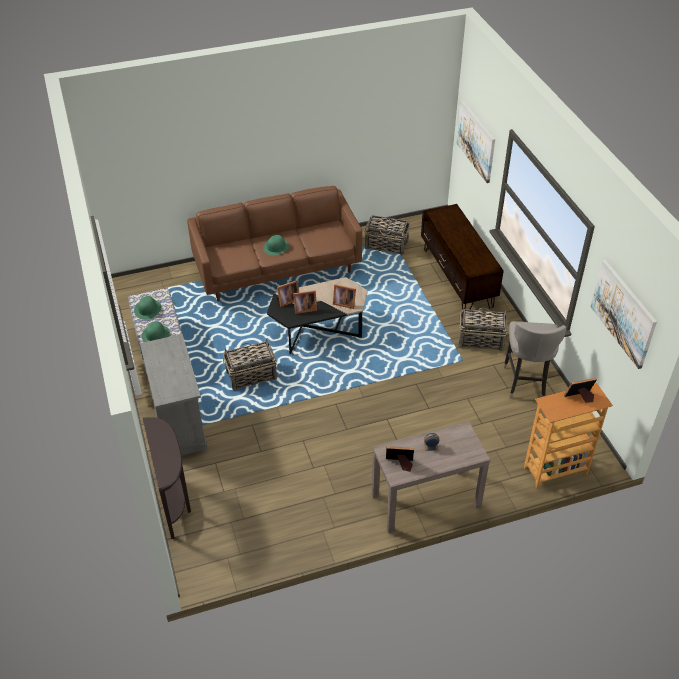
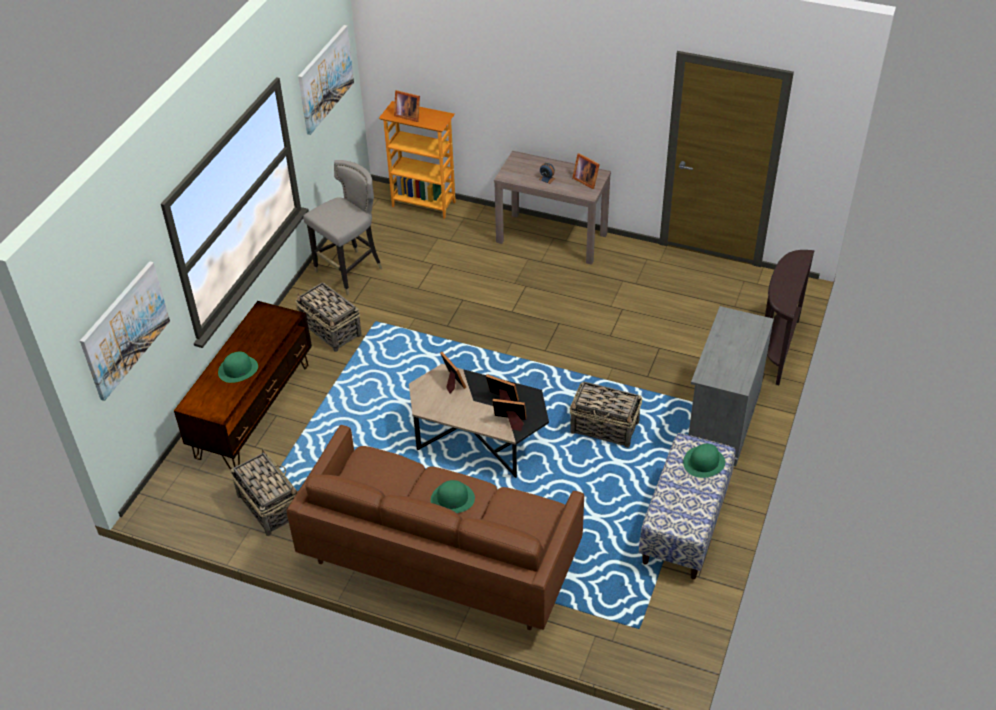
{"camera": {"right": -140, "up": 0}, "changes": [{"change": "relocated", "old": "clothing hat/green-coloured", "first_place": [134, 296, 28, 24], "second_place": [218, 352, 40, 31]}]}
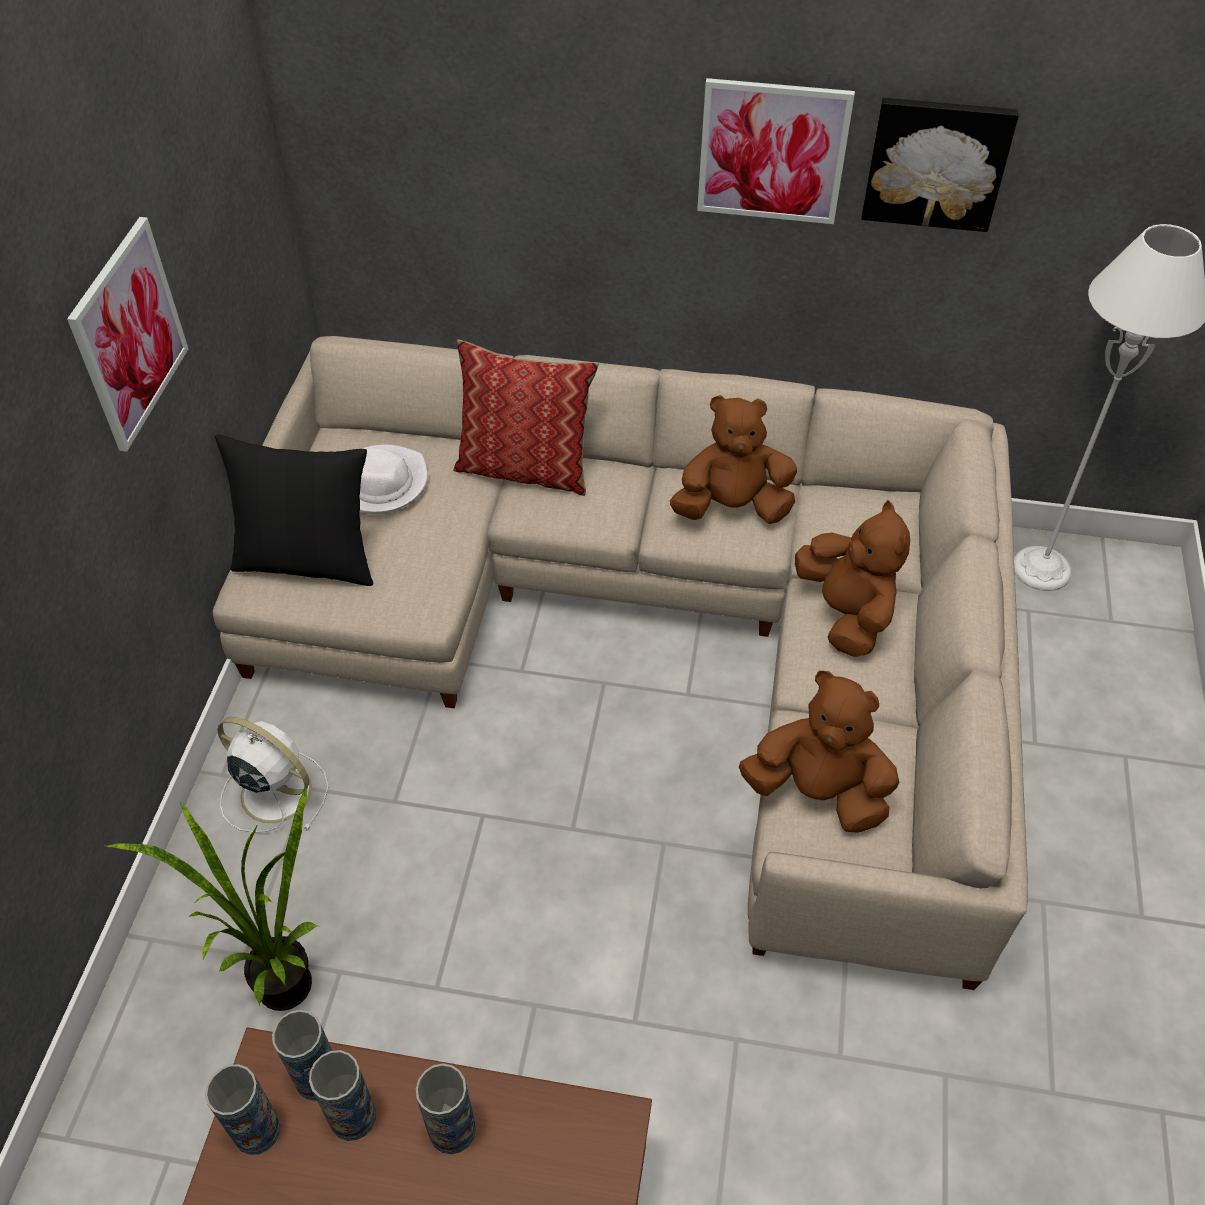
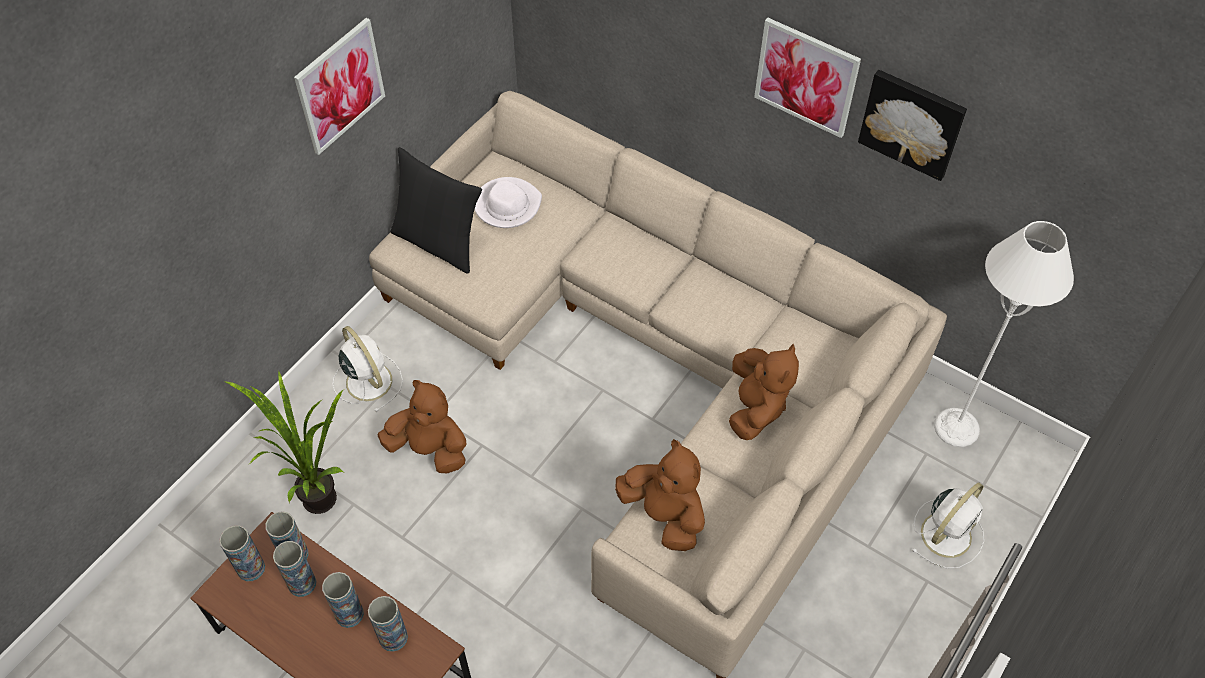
{"camera": {"right": 25, "up": 5}, "changes": [{"change": "appeared", "new": "vase", "second_place": [368, 596, 40, 56]}, {"change": "relocated", "old": "cuddly toy/brownish", "first_place": [670, 395, 127, 129], "second_place": [378, 380, 88, 93]}, {"change": "appeared", "new": "cooling fan/whitish", "second_place": [911, 482, 73, 86]}, {"change": "missing", "old": "throw pillow", "first_place": [453, 340, 146, 156]}]}
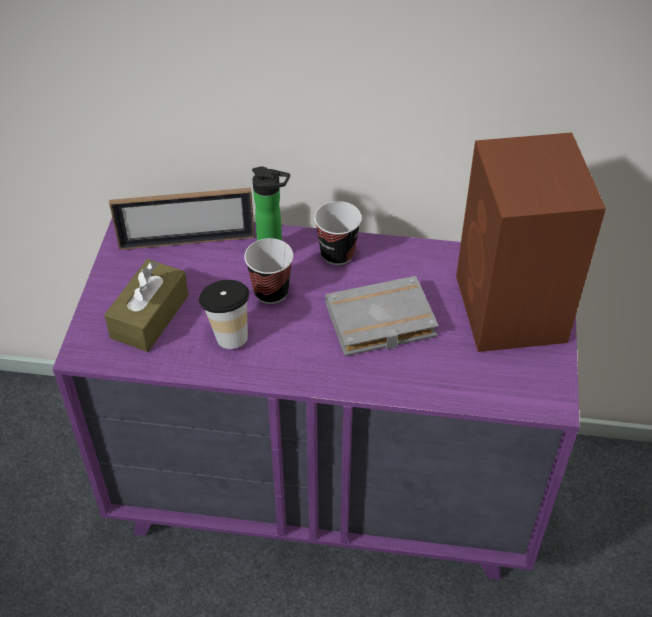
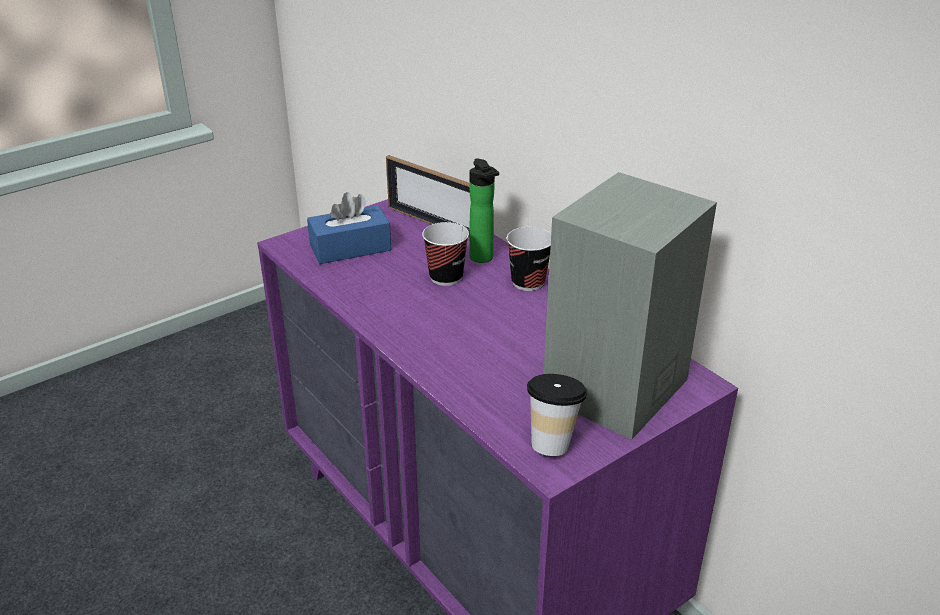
{"camera": {"right": 45, "up": -15}, "changes": [{"change": "colour", "old": "box of tissues/brownish", "new": "box of tissues/bluish", "first_place": [104, 259, 85, 93], "second_place": [307, 192, 84, 72]}, {"change": "relocated", "old": "cup", "first_place": [199, 280, 50, 69], "second_place": [527, 374, 60, 82]}, {"change": "colour", "old": "loudspeaker/brownish", "new": "loudspeaker/grey", "first_place": [456, 132, 150, 220], "second_place": [543, 172, 174, 268]}, {"change": "missing", "old": "book/grey", "first_place": [325, 276, 114, 80]}]}
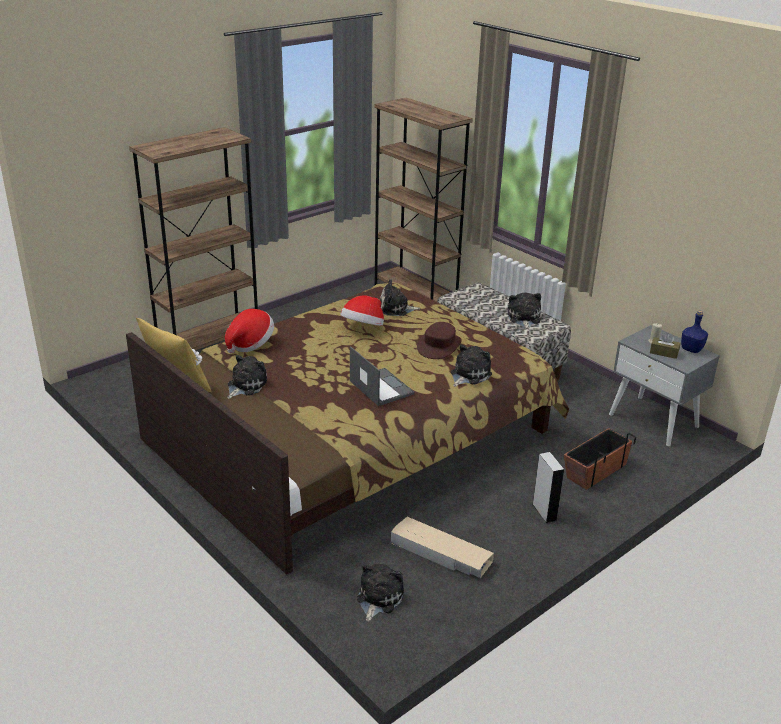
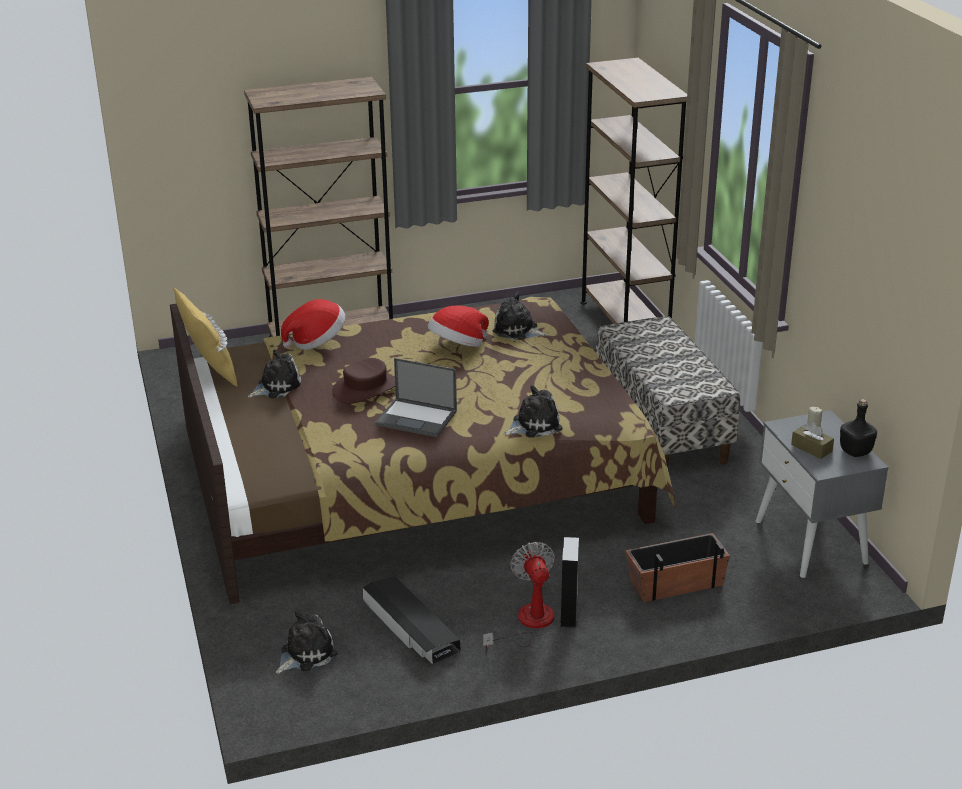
{"camera": {"right": 25, "up": 0}, "changes": [{"change": "relocated", "old": "clothing hat/brownish", "first_place": [417, 322, 45, 37], "second_place": [332, 358, 63, 46]}, {"change": "colour", "old": "storage container/sand-coloured", "new": "storage container/black", "first_place": [390, 517, 104, 61], "second_place": [362, 576, 99, 88]}, {"change": "spun", "old": "laptop", "first_place": [350, 346, 65, 60], "second_place": [375, 358, 82, 79], "degrees": 120}, {"change": "appeared", "new": "cooling fan", "second_place": [483, 542, 72, 112]}, {"change": "colour", "old": "bottle/bluish", "new": "bottle/black", "first_place": [681, 311, 27, 42], "second_place": [840, 399, 37, 58]}, {"change": "missing", "old": "cuddly toy", "first_place": [508, 293, 33, 37]}]}
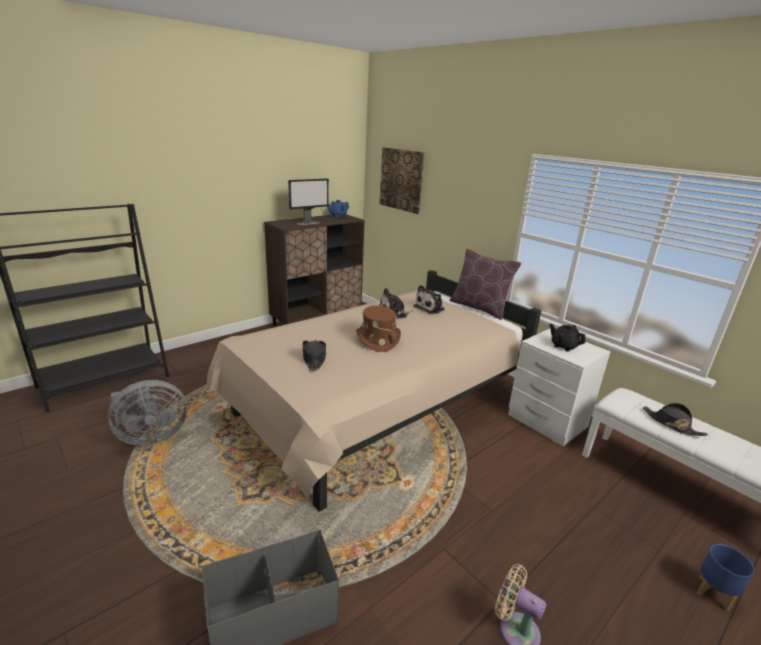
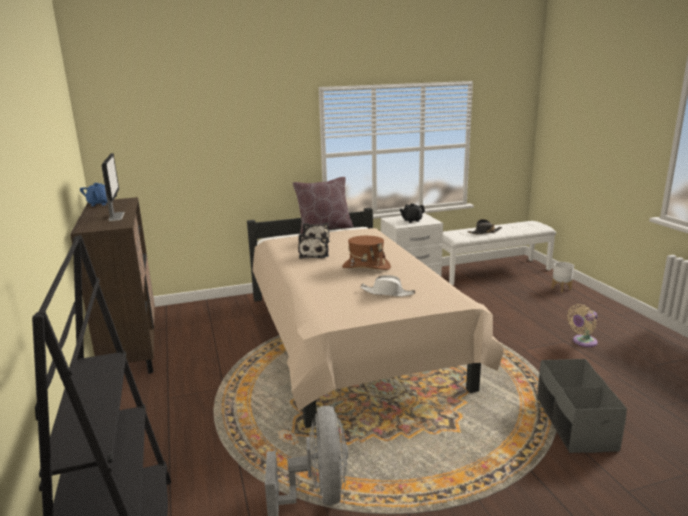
{"camera": {"right": -65, "up": -5}, "changes": [{"change": "colour", "old": "clothing hat/black", "new": "clothing hat/whitish", "first_place": [302, 340, 25, 31], "second_place": [360, 275, 55, 22]}, {"change": "colour", "old": "planter/bluish", "new": "planter/whitish", "first_place": [697, 544, 57, 67], "second_place": [551, 262, 23, 31]}, {"change": "missing", "old": "wall art", "first_place": [380, 147, 45, 67]}]}
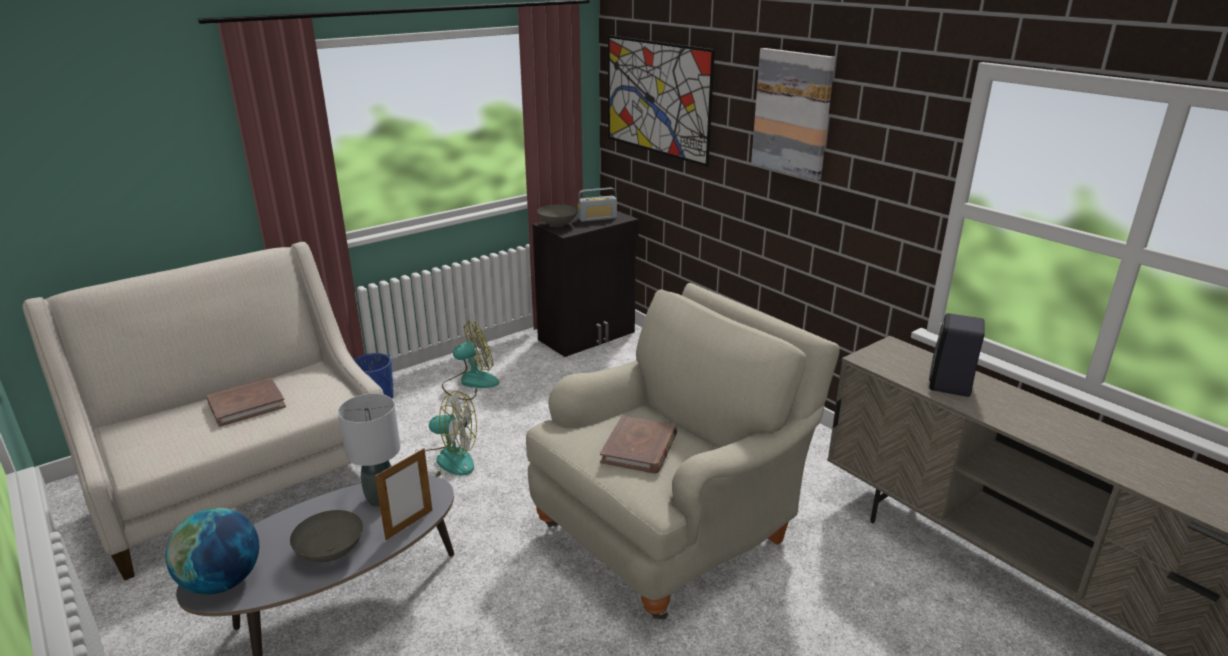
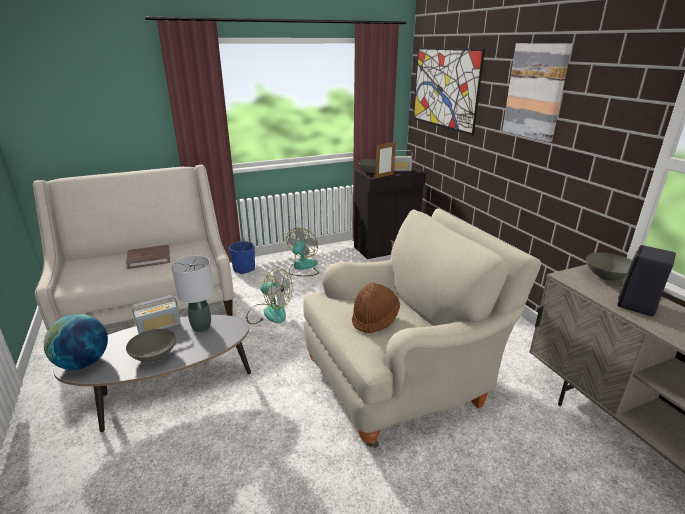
{"camera": {"right": 15, "up": 0}, "changes": [{"change": "appeared", "new": "radio", "second_place": [132, 295, 49, 39]}, {"change": "spun", "old": "cooling fan", "first_place": [442, 321, 57, 79], "second_place": [286, 228, 33, 48], "degrees": -60}, {"change": "exchanged", "old": "book/brownish", "new": "clothing hat/brownish", "first_place": [600, 415, 77, 59], "second_place": [352, 282, 48, 52]}, {"change": "relocated", "old": "photo frame", "first_place": [375, 448, 58, 92], "second_place": [375, 142, 21, 36]}, {"change": "appeared", "new": "serving bowl/grey", "second_place": [586, 252, 46, 29]}]}
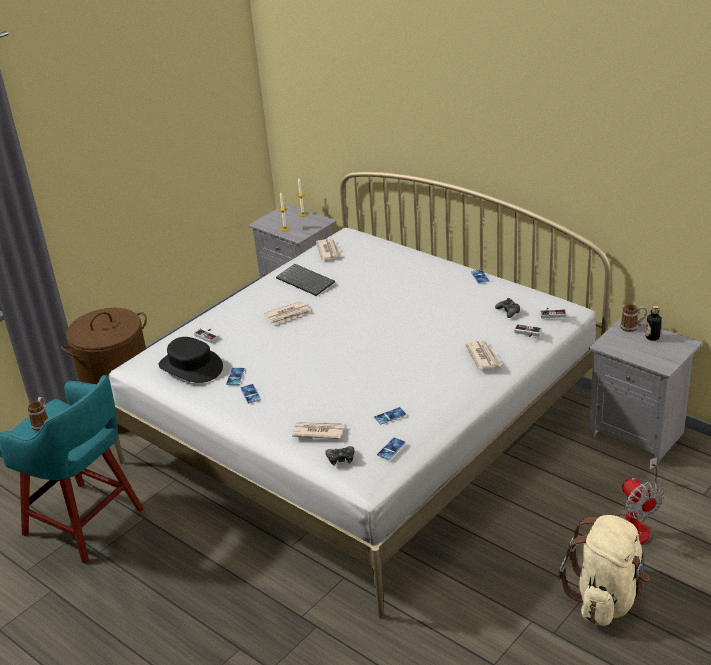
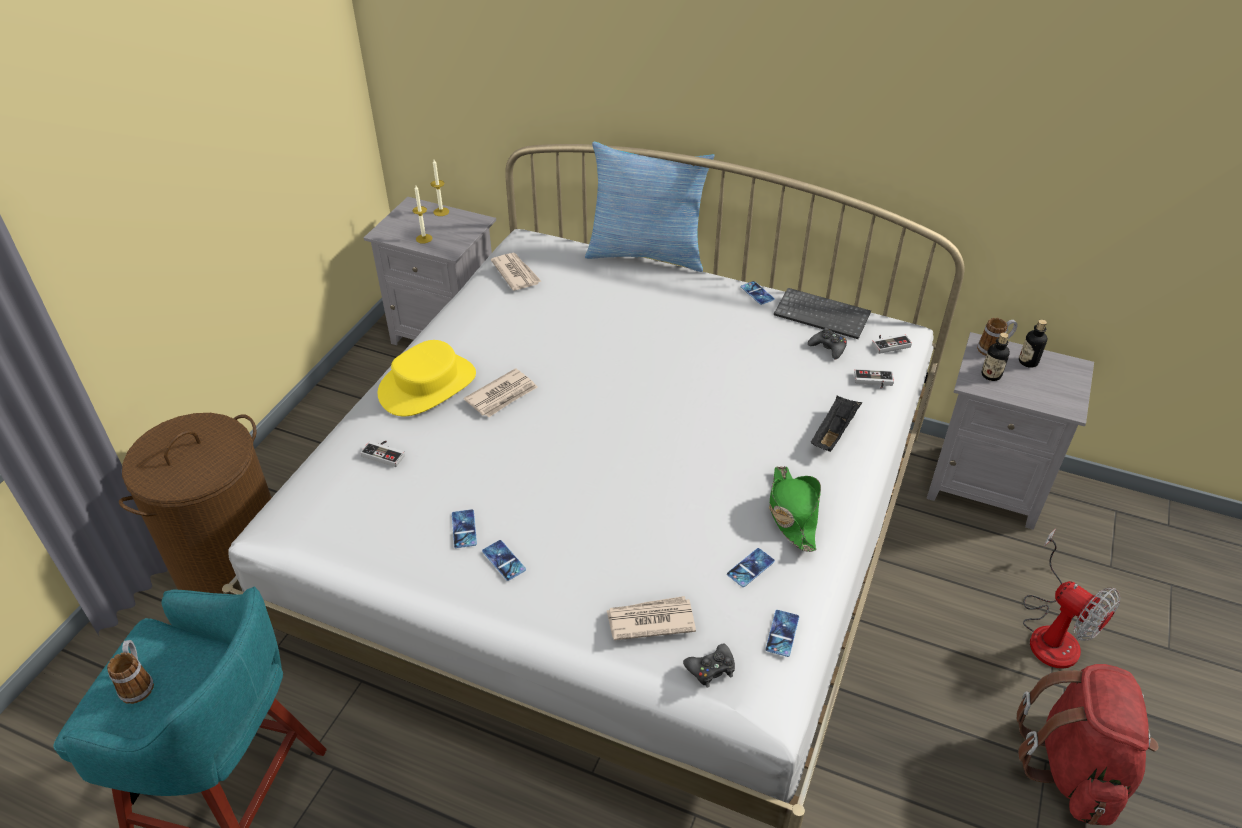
{"camera": {"right": -20, "up": 10}, "changes": [{"change": "appeared", "new": "clothing hat/yellow-coloured", "second_place": [378, 340, 98, 76]}, {"change": "appeared", "new": "throw pillow", "second_place": [585, 142, 130, 130]}, {"change": "appeared", "new": "clothing hat/green-coloured", "second_place": [769, 466, 52, 86]}, {"change": "relocated", "old": "PC keyboard", "first_place": [276, 264, 59, 32], "second_place": [774, 288, 97, 51]}, {"change": "exchanged", "old": "newspaper", "new": "tray/black", "first_place": [465, 340, 37, 30], "second_place": [811, 395, 51, 57]}, {"change": "appeared", "new": "bottle", "second_place": [981, 333, 29, 48]}, {"change": "colour", "old": "knapsack/sand-coloured", "new": "knapsack/reddish", "first_place": [558, 515, 92, 111], "second_place": [1017, 664, 142, 161]}, {"change": "missing", "old": "clothing hat/black", "first_place": [158, 337, 65, 46]}]}
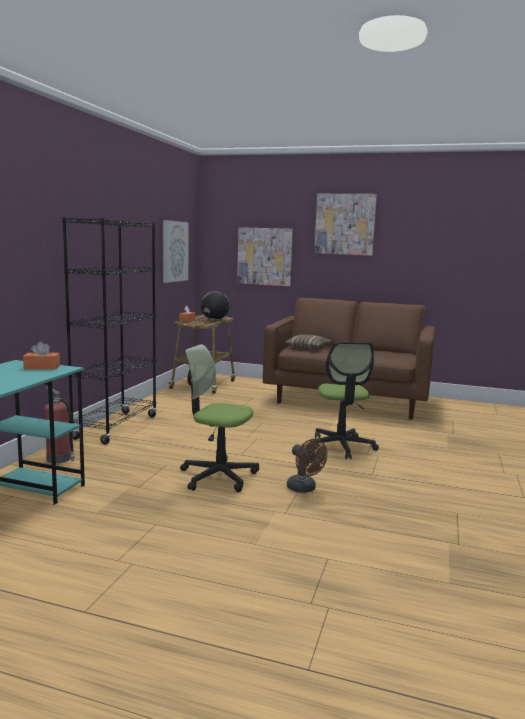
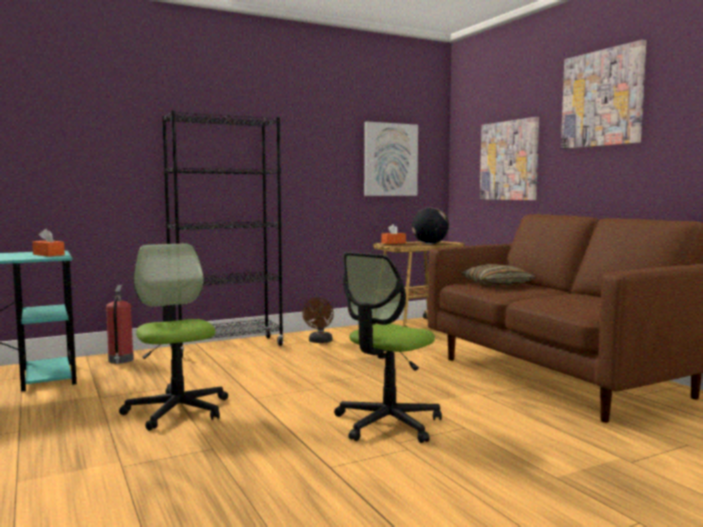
{"camera": {"right": 45, "up": -5}, "changes": [{"change": "relocated", "old": "cooling fan/brownish", "first_place": [287, 439, 41, 54], "second_place": [302, 298, 32, 45]}]}
